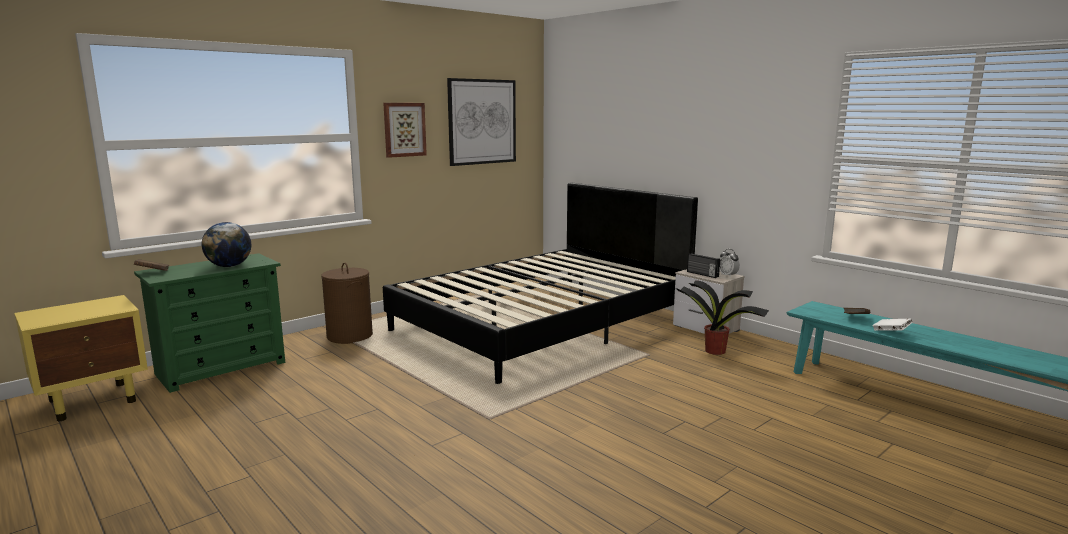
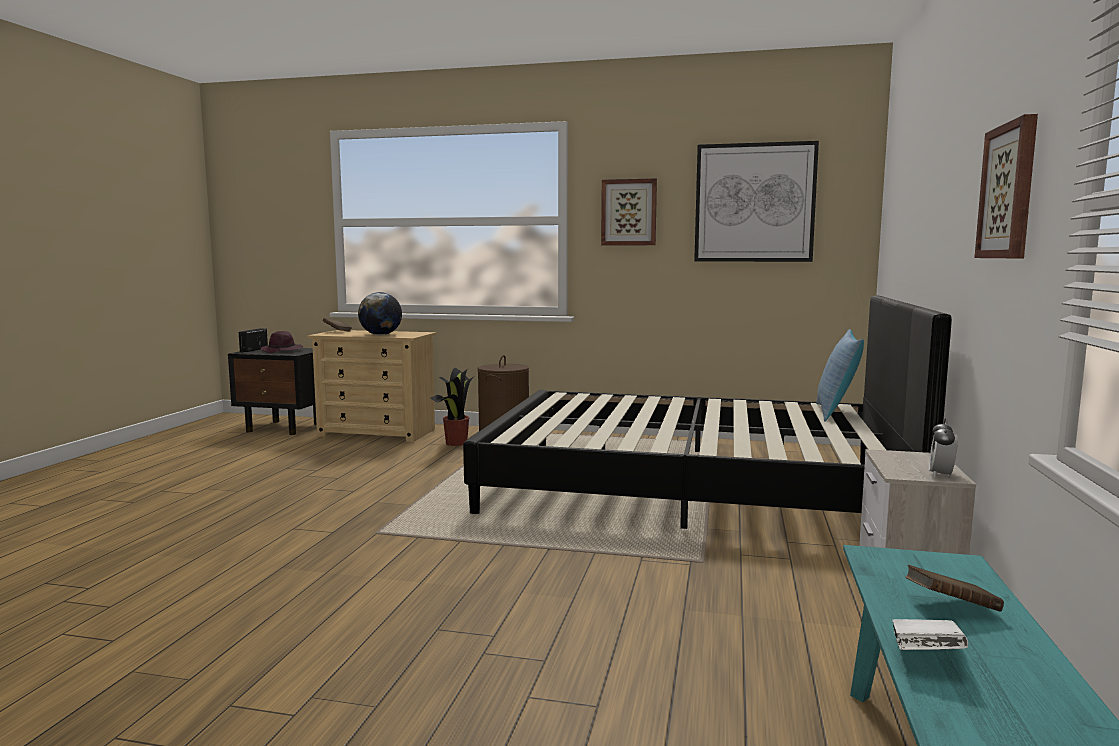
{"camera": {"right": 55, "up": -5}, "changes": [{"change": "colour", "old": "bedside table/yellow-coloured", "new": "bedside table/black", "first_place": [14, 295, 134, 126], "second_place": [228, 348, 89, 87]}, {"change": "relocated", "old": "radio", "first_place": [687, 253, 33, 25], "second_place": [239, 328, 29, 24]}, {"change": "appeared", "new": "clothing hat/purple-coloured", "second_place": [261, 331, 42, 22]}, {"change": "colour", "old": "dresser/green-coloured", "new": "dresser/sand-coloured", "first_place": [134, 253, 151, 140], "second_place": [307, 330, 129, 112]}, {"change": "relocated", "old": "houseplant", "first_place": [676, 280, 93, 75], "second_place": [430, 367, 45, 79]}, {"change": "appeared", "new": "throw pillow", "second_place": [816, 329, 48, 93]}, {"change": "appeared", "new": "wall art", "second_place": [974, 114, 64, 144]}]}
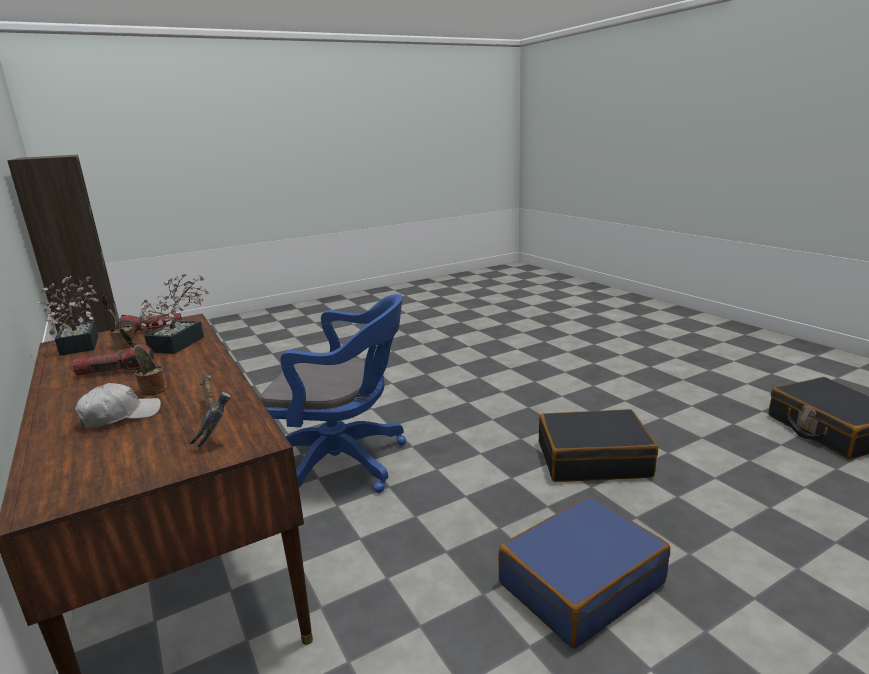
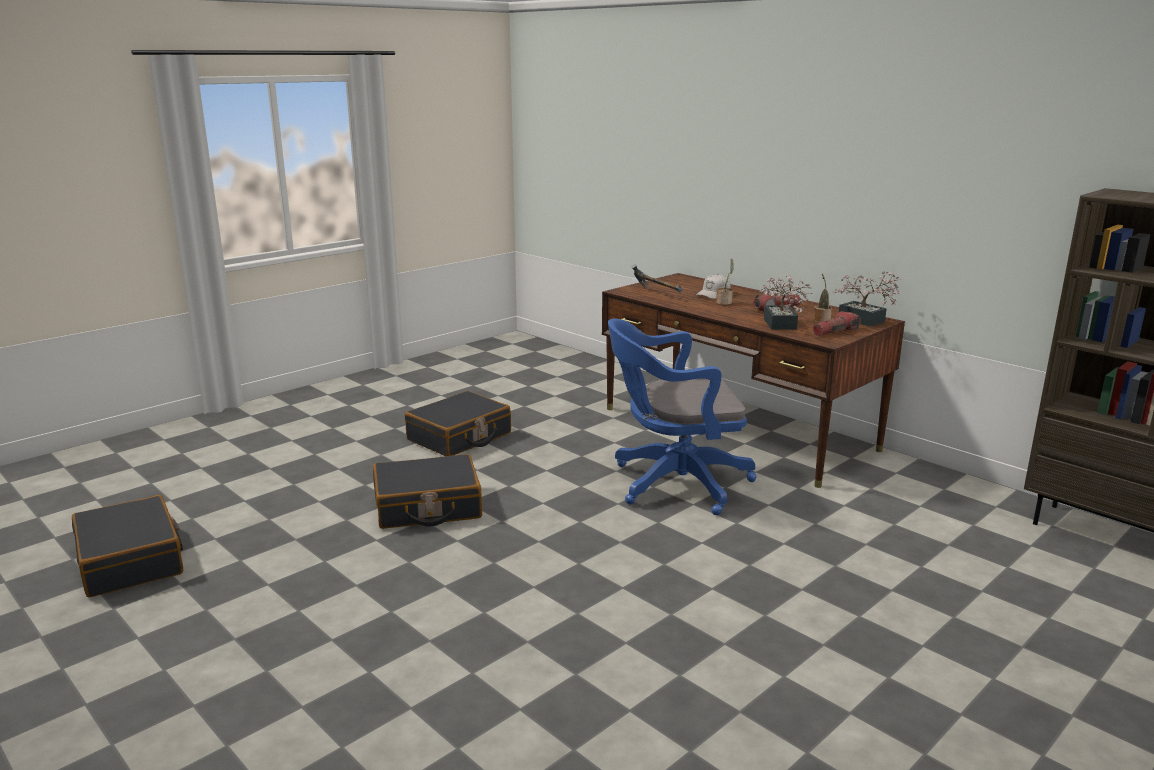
{"camera": {"right": 165, "up": 0}, "changes": [{"change": "colour", "old": "piece of luggage/bluish", "new": "piece of luggage/black", "first_place": [498, 496, 172, 153], "second_place": [405, 391, 106, 65]}]}
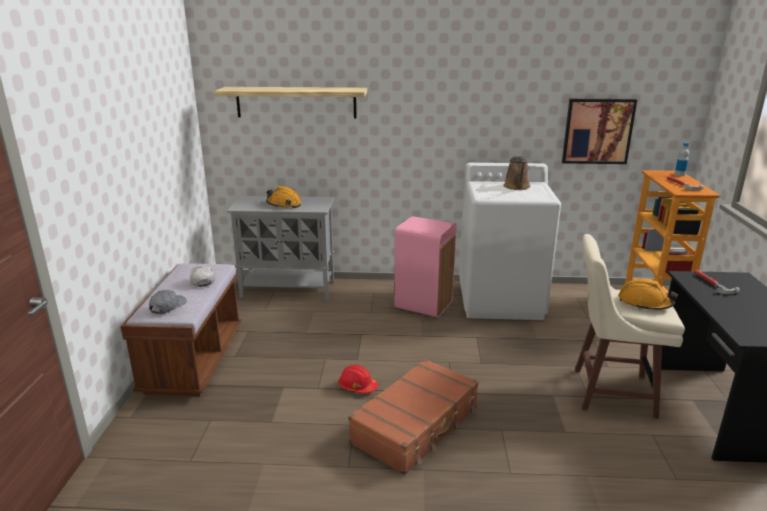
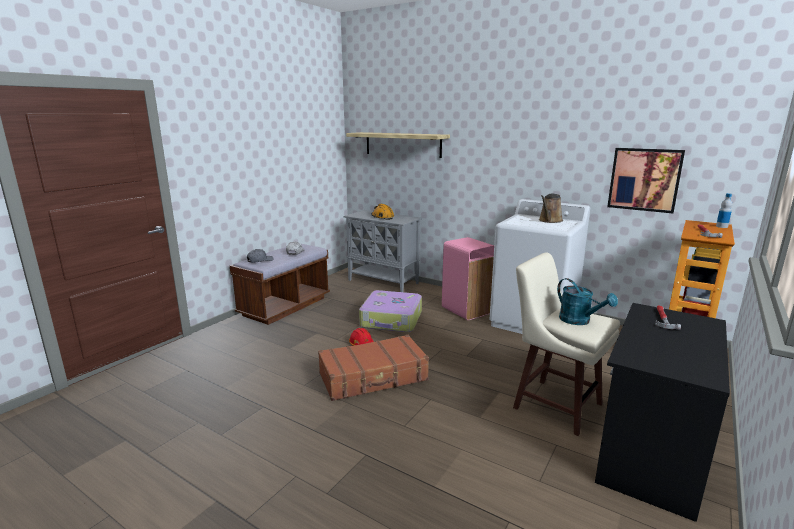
{"camera": {"right": 30, "up": -5}, "changes": [{"change": "appeared", "new": "piece of luggage", "second_place": [359, 290, 63, 42]}, {"change": "exchanged", "old": "hard hat/orange-coloured", "new": "watering pot/turquoise-coloured", "first_place": [619, 279, 59, 31], "second_place": [557, 278, 61, 47]}]}
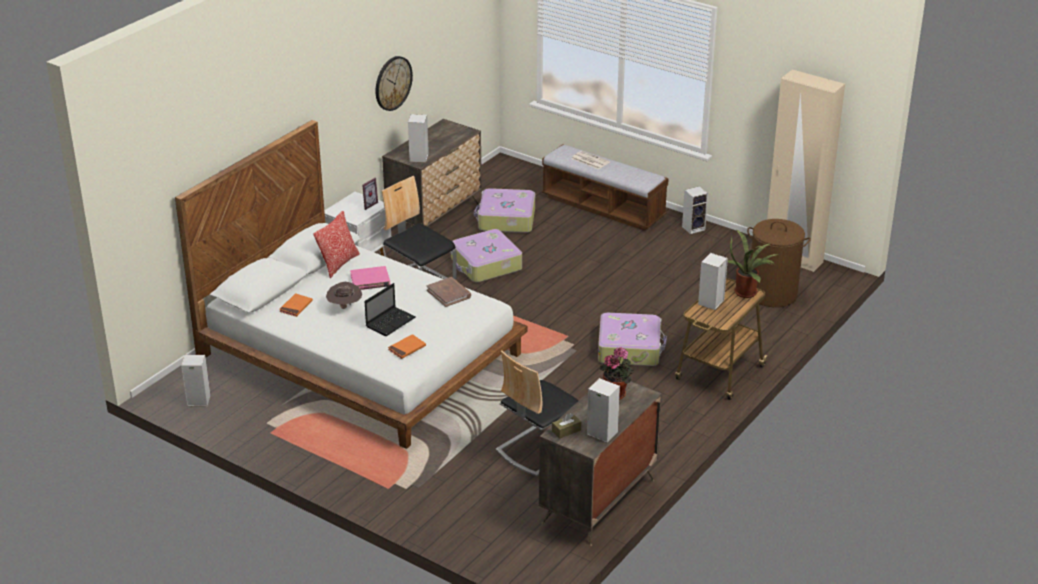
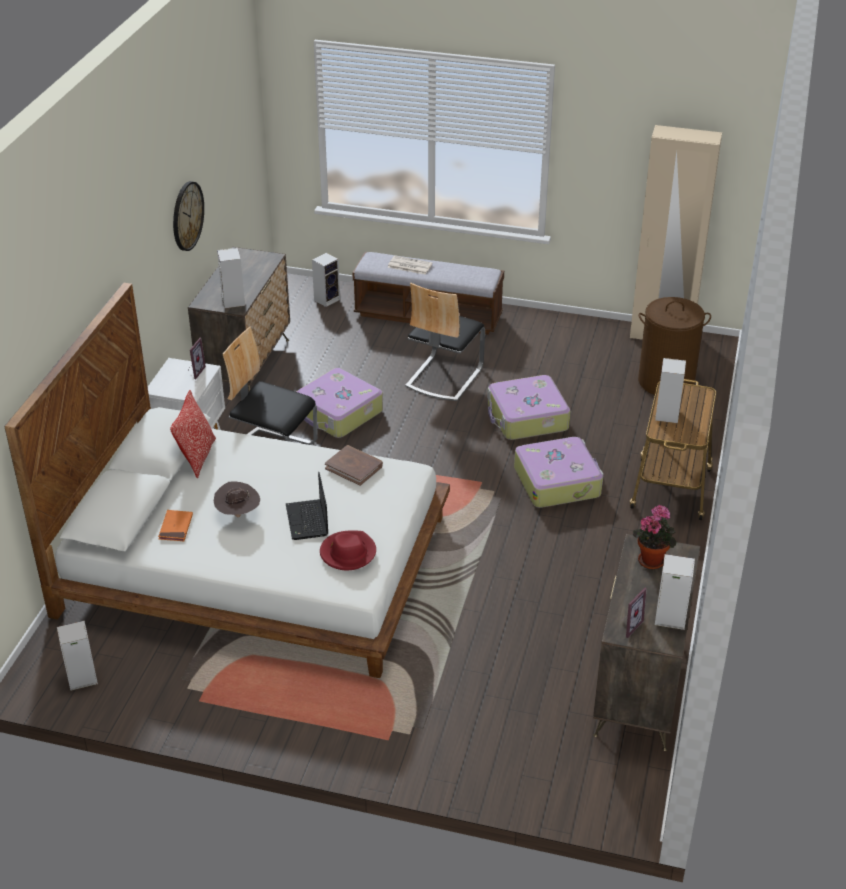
{"camera": {"right": -20, "up": 5}, "changes": [{"change": "spun", "old": "laptop", "first_place": [365, 283, 51, 53], "second_place": [286, 472, 42, 68], "degrees": 150}, {"change": "relocated", "old": "loudspeaker", "first_place": [682, 186, 26, 48], "second_place": [312, 253, 28, 54]}, {"change": "exchanged", "old": "book/orange-coloured", "new": "clothing hat/reddish", "first_place": [388, 334, 38, 25], "second_place": [320, 530, 56, 40]}, {"change": "relocated", "old": "plain chair", "first_place": [496, 351, 83, 126], "second_place": [405, 283, 80, 118]}, {"change": "relocated", "old": "piece of luggage", "first_place": [474, 188, 61, 45], "second_place": [487, 375, 83, 65]}, {"change": "exchanged", "old": "box of tissues/brownish", "new": "photo frame", "first_place": [552, 413, 29, 26], "second_place": [625, 588, 22, 50]}, {"change": "missing", "old": "book/pinkish", "first_place": [350, 266, 40, 24]}, {"change": "missing", "old": "houseplant", "first_place": [727, 230, 51, 68]}]}
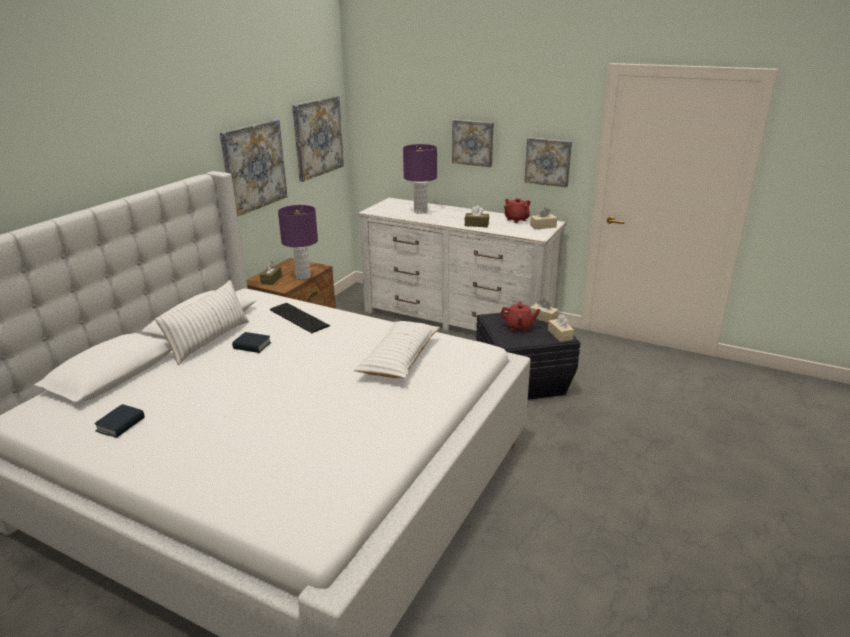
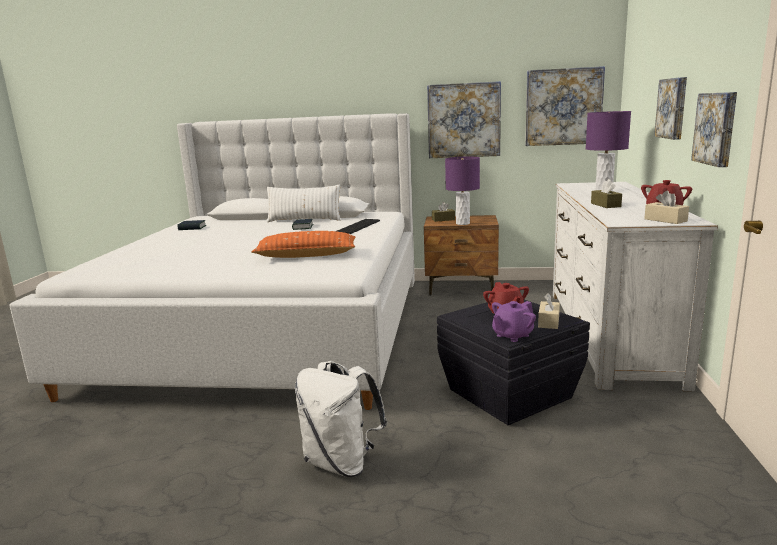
{"camera": {"right": 70, "up": -10}, "changes": [{"change": "colour", "old": "throw pillow/whitish", "new": "throw pillow/orange-coloured", "first_place": [354, 321, 86, 58], "second_place": [251, 231, 105, 27]}, {"change": "appeared", "new": "knapsack/whitish", "second_place": [295, 361, 93, 116]}, {"change": "exchanged", "old": "box of tissues/sand-coloured", "new": "tea pot/purple-coloured", "first_place": [548, 314, 26, 28], "second_place": [492, 301, 44, 41]}]}
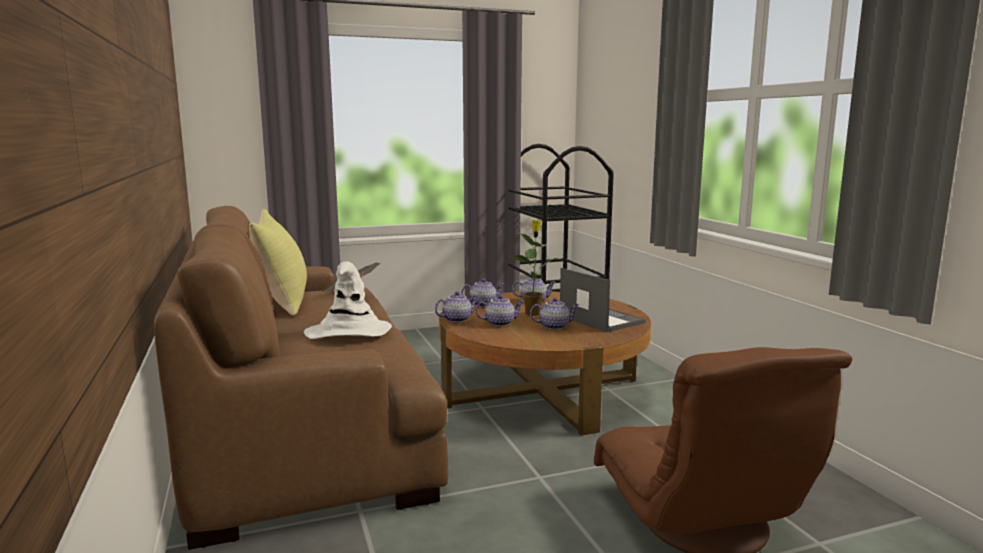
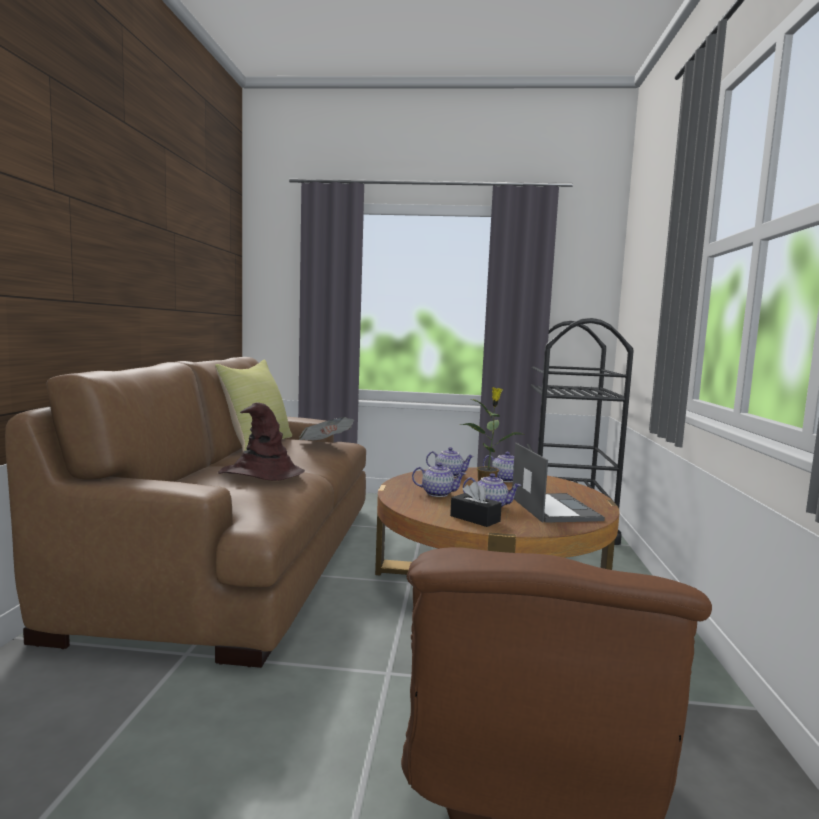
{"camera": {"right": 25, "up": -5}, "changes": [{"change": "colour", "old": "clothing hat/whitish", "new": "clothing hat/brownish", "first_place": [304, 261, 88, 78], "second_place": [218, 403, 87, 78]}, {"change": "appeared", "new": "box of tissues/black", "second_place": [450, 481, 52, 46]}, {"change": "missing", "old": "tea pot", "first_place": [435, 291, 43, 31]}]}
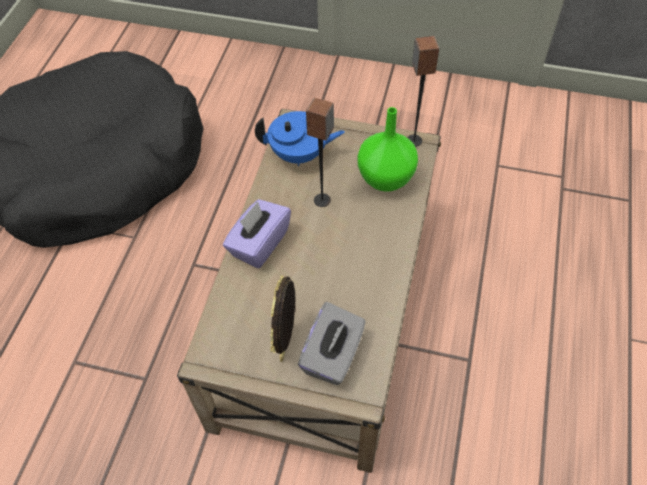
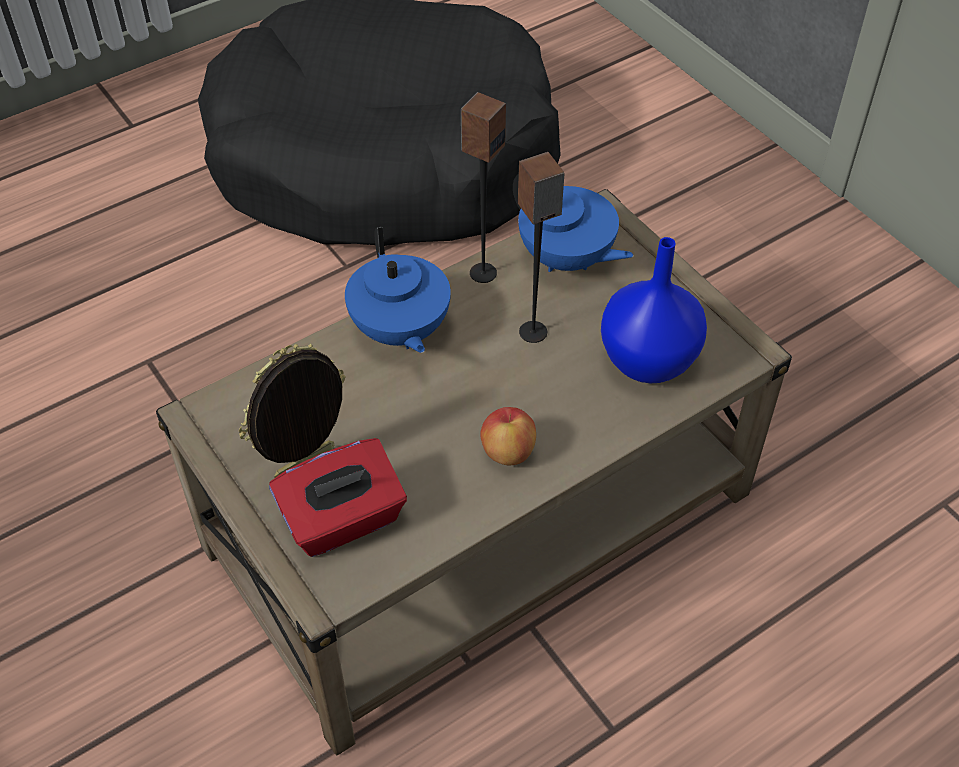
{"camera": {"right": 40, "up": -5}, "changes": [{"change": "colour", "old": "box of tissues/grey", "new": "box of tissues/reddish", "first_place": [298, 302, 68, 83], "second_place": [269, 438, 138, 119]}, {"change": "exchanged", "old": "box of tissues/purple-coloured", "new": "tea pot/bluish", "first_place": [223, 199, 68, 69], "second_place": [345, 227, 106, 126]}, {"change": "relocated", "old": "loudspeaker", "first_place": [407, 36, 32, 111], "second_place": [461, 92, 45, 191]}, {"change": "appeared", "new": "apple", "second_place": [480, 407, 56, 58]}, {"change": "colour", "old": "vase/green-coloured", "new": "vase/bluish", "first_place": [358, 107, 60, 85], "second_place": [601, 237, 106, 146]}]}
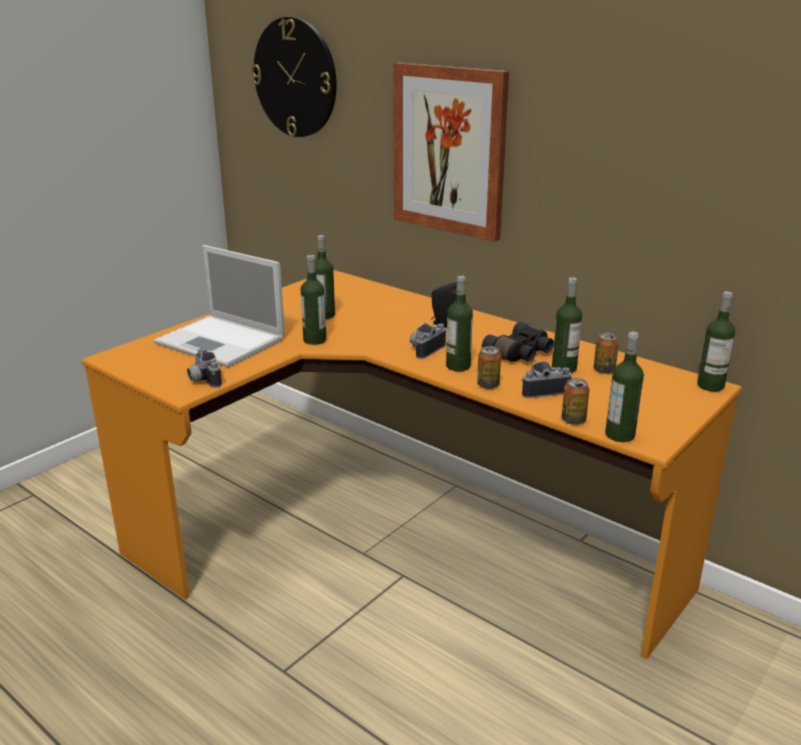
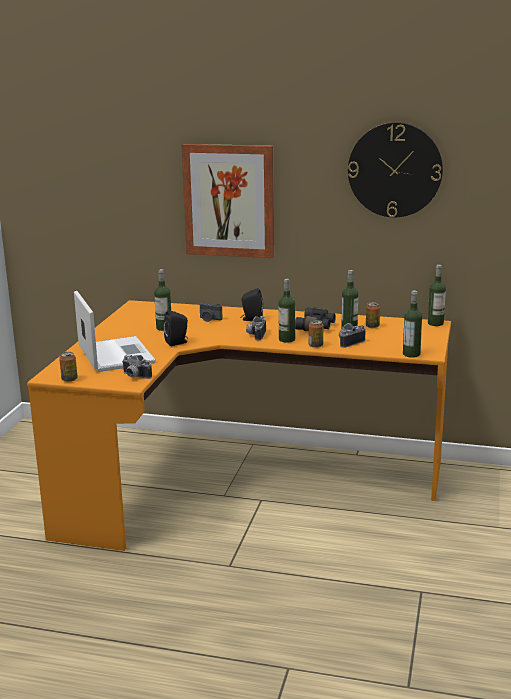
{"camera": {"right": -25, "up": -5}, "changes": [{"change": "relocated", "old": "sealed can", "first_place": [562, 378, 27, 47], "second_place": [59, 352, 19, 30]}, {"change": "spun", "old": "laptop", "first_place": [154, 245, 131, 123], "second_place": [74, 291, 82, 81], "degrees": -120}, {"change": "exchanged", "old": "bottle", "new": "loudspeaker/black", "first_place": [301, 255, 25, 90], "second_place": [163, 310, 25, 36]}, {"change": "appeared", "new": "still camera", "second_place": [200, 303, 23, 19]}, {"change": "relocated", "old": "hanging clock", "first_place": [251, 17, 86, 120], "second_place": [348, 122, 95, 95]}]}
